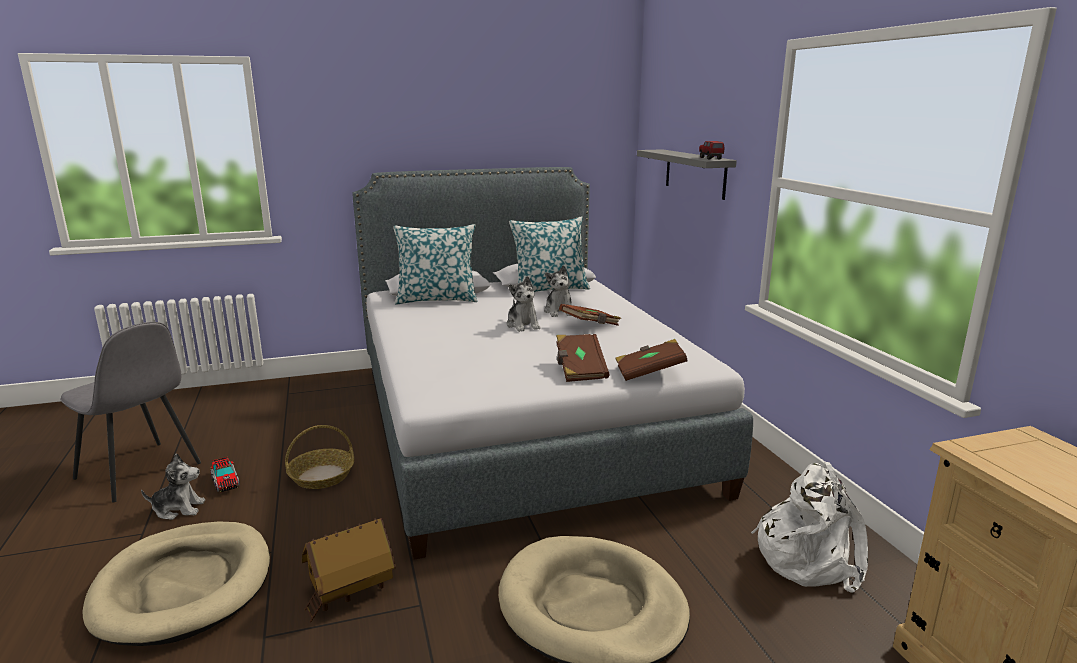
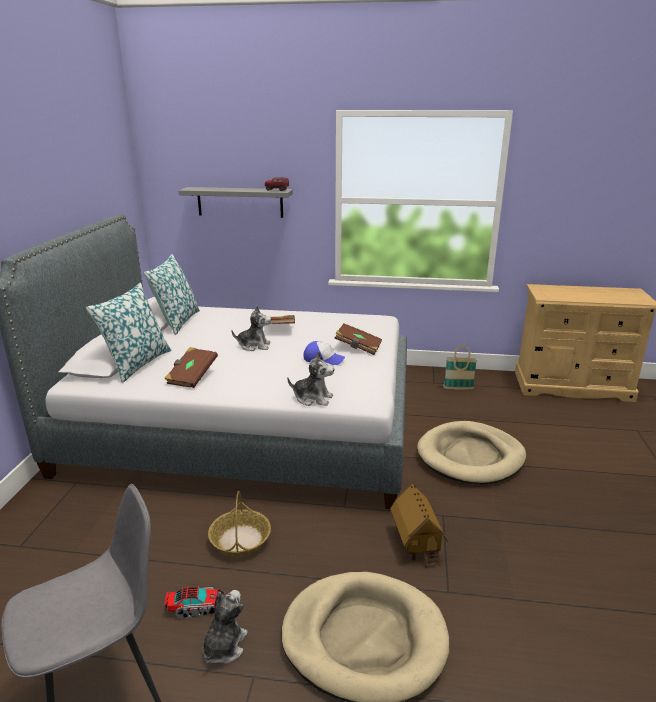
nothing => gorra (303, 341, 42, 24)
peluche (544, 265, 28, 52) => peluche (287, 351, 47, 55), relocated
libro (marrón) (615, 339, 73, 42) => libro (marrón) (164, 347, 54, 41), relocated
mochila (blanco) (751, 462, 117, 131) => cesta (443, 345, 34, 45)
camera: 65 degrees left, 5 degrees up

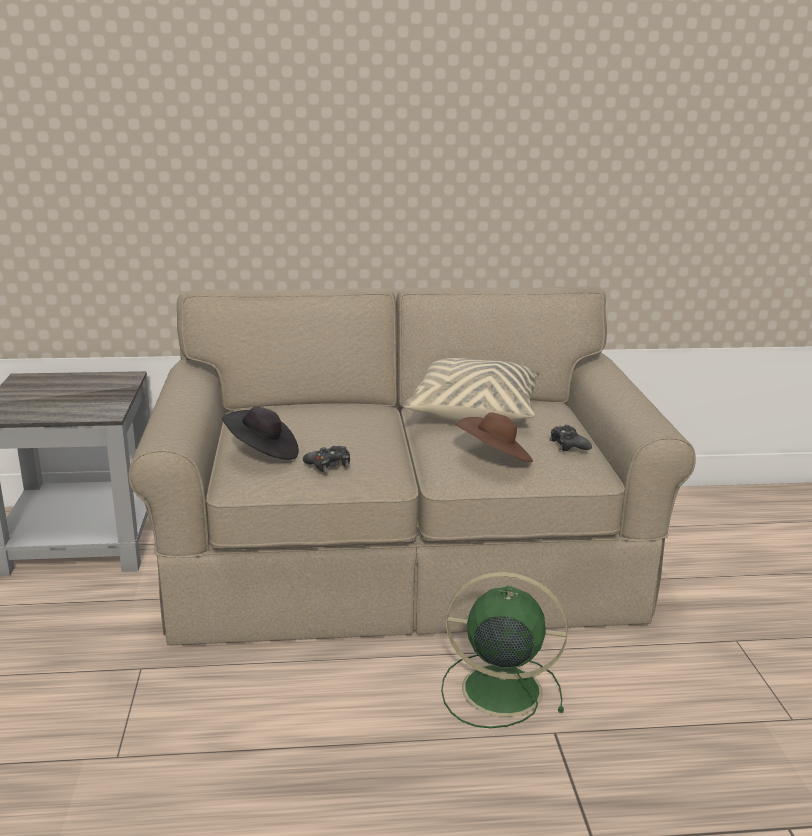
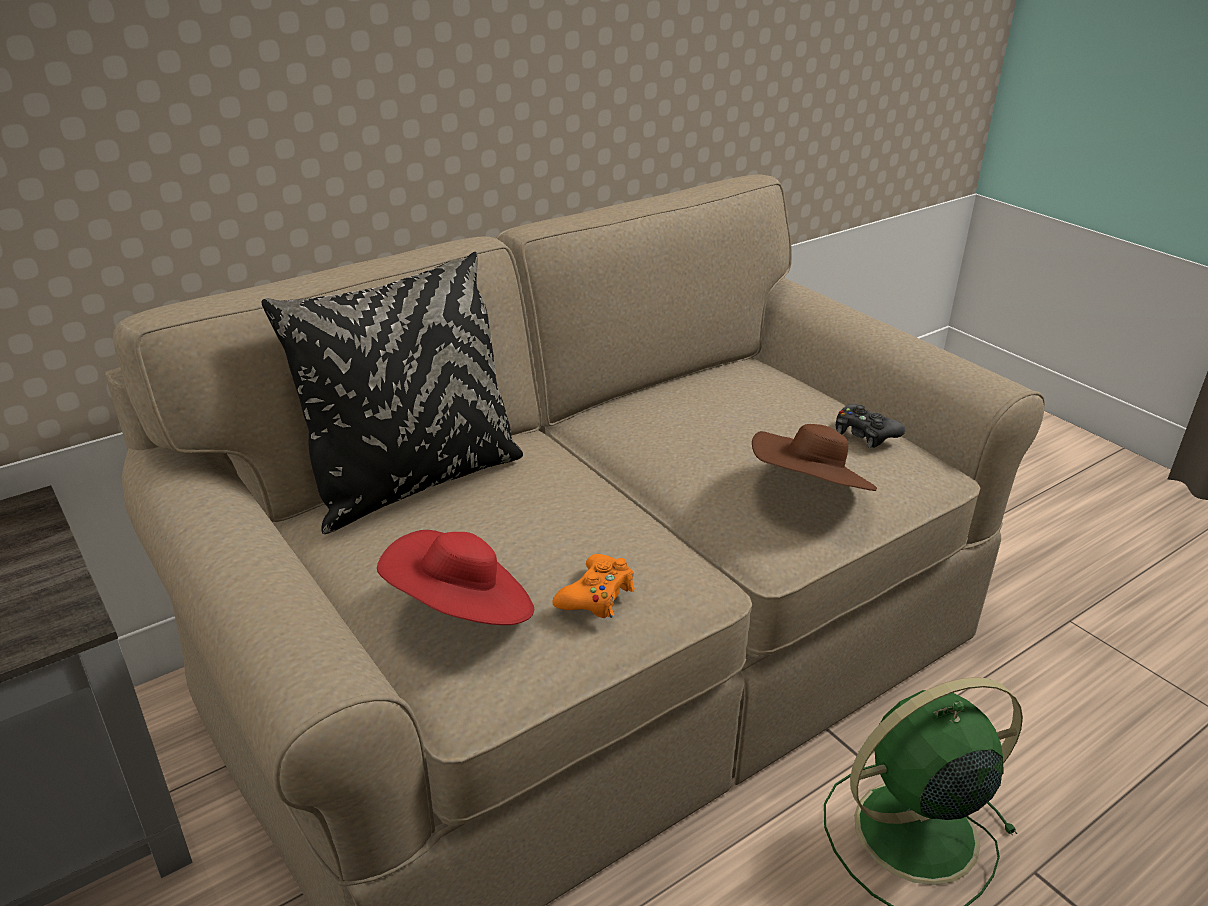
cojín (beis) (403, 358, 136, 64) => nothing
nothing => cojín (negro) (261, 252, 262, 282)
sombrero (negro) (222, 406, 77, 54) => sombrero (rojo) (377, 530, 157, 95)
mando de consola (negro) (303, 446, 47, 26) => mando de consola (naranja) (552, 554, 83, 64)
camera: 30 degrees left, 10 degrees up

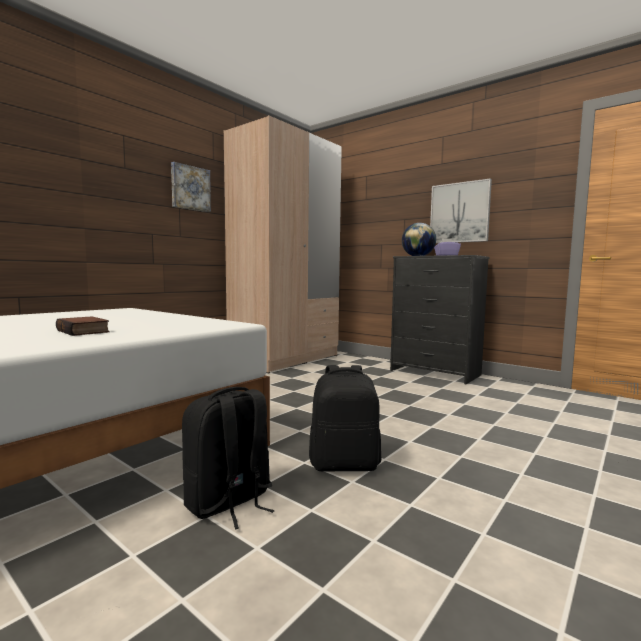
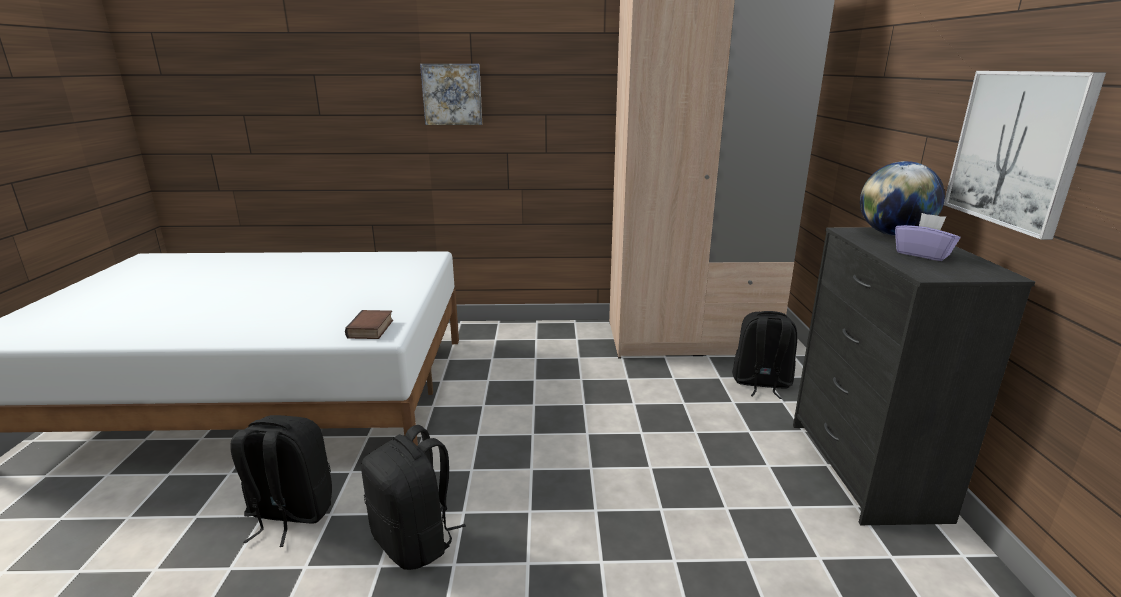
nothing => mochila (negro) (732, 311, 65, 88)
libro (56, 316, 54, 20) => libro (345, 310, 48, 29), relocated
cuadro (171, 162, 40, 50) => cuadro (420, 64, 62, 61), relocated
camera: 50 degrees right, 15 degrees up

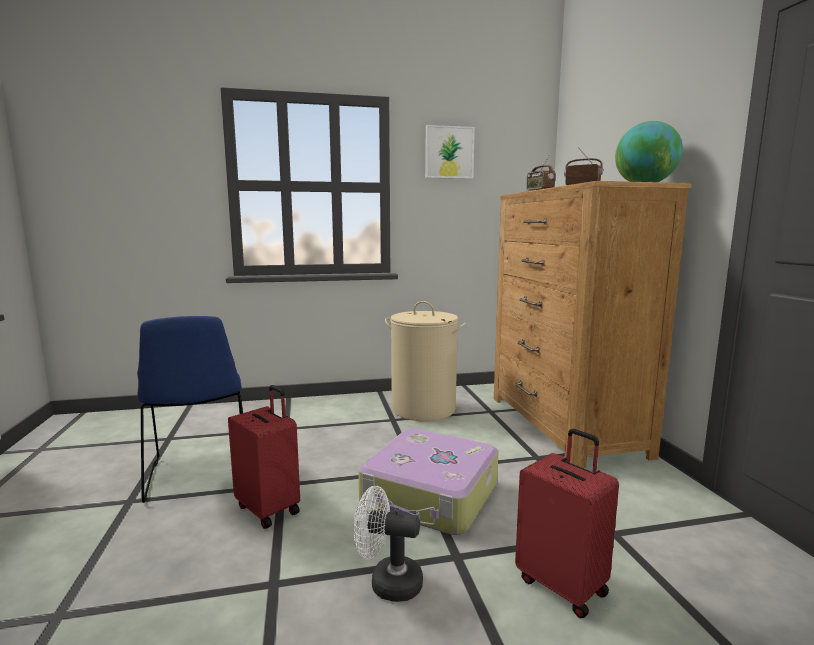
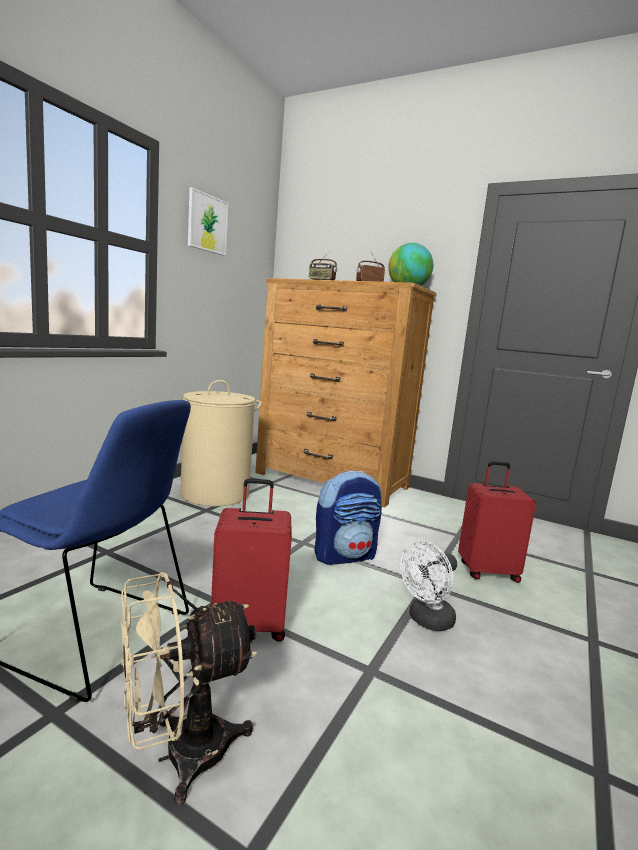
nothing => ventilador (beis) (120, 572, 138, 233)
maleta (358, 428, 140, 107) => mochila (314, 471, 68, 94)
camera: 50 degrees left, 0 degrees up

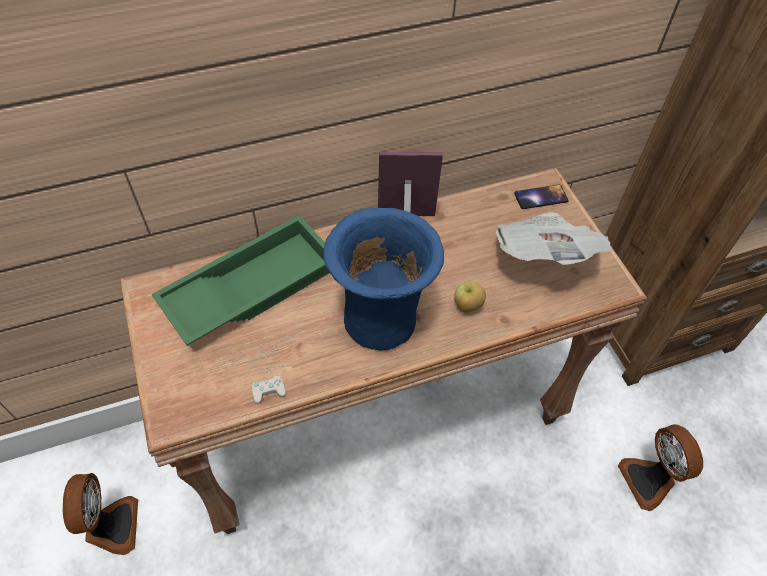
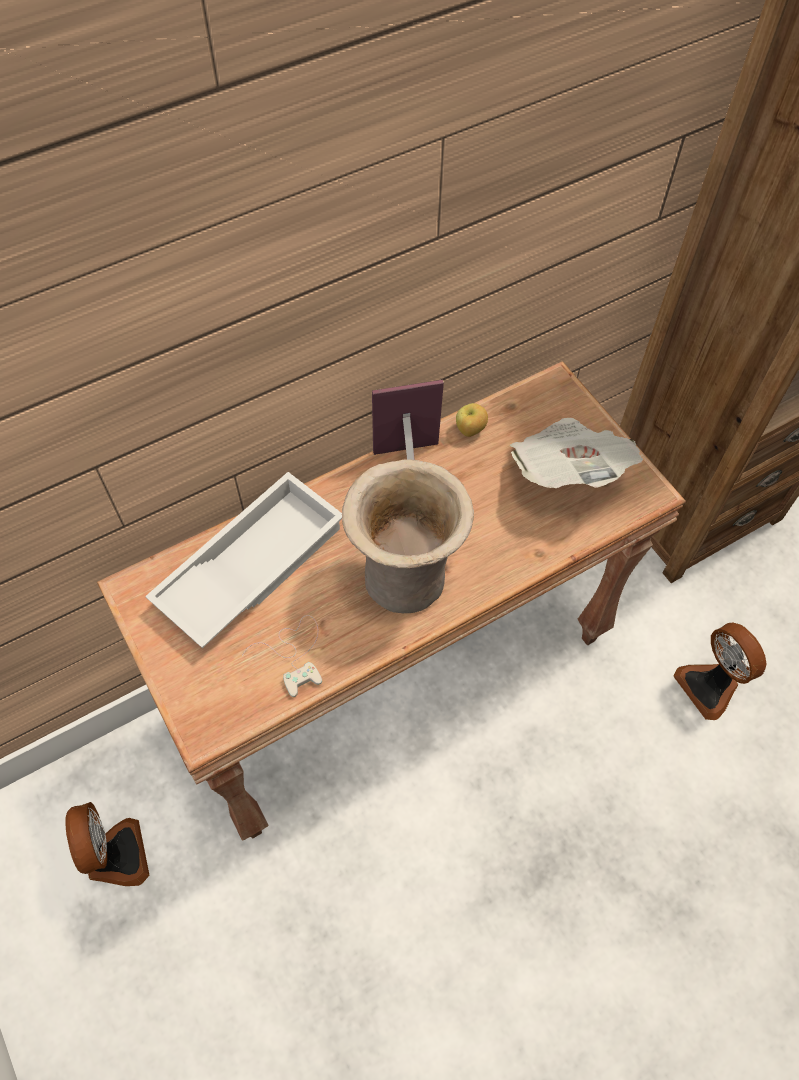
móvil (514, 185, 55, 24) => nothing
manzana (454, 282, 32, 31) => manzana (456, 403, 32, 34), relocated
bandeja (verde) (152, 215, 178, 131) => bandeja (blanco) (145, 472, 197, 176)
florero (azul) (323, 208, 121, 143) => florero (beis) (342, 459, 132, 154)
camera: 10 degrees left, 5 degrees up

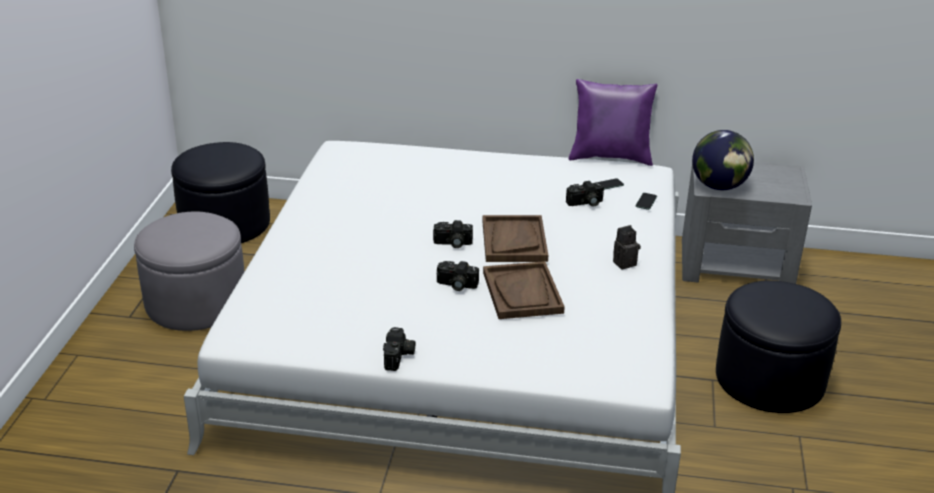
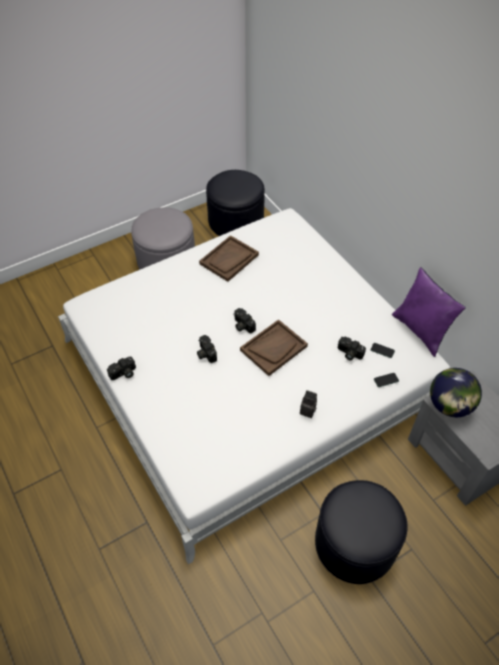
bandeja (marrón) (483, 261, 82, 58) => bandeja (marrón) (199, 235, 60, 47), relocated
camera: 50 degrees right, 20 degrees up

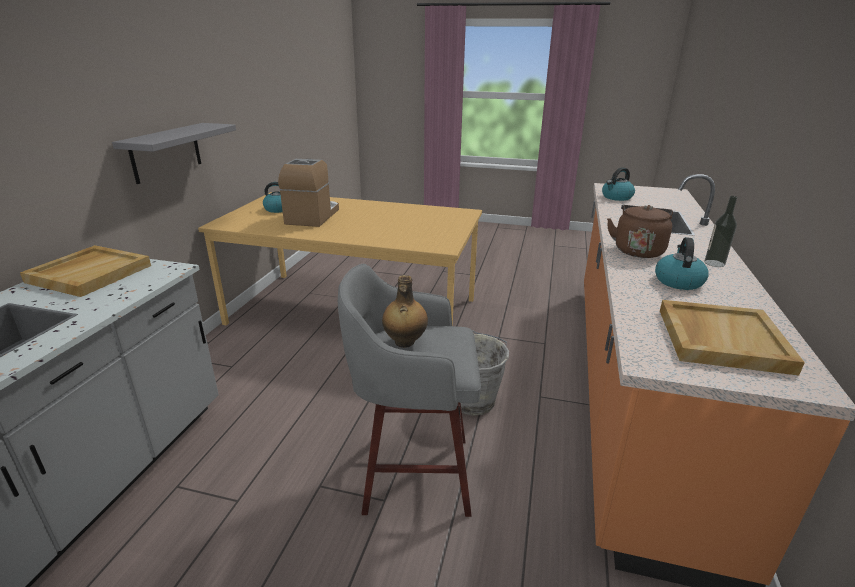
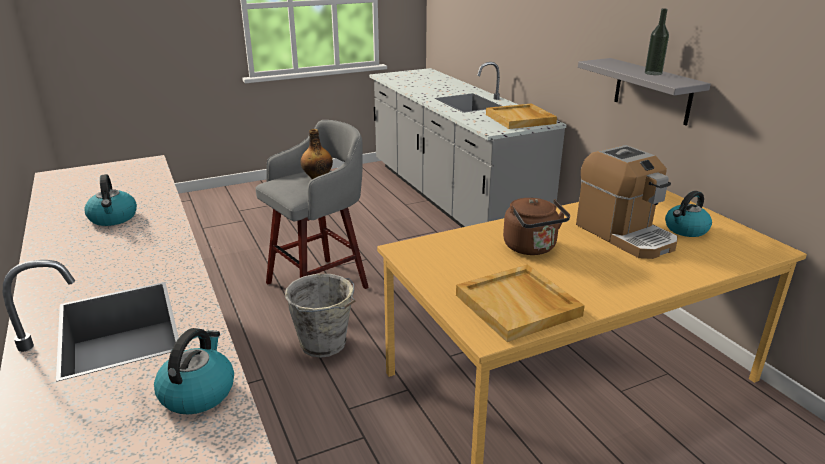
hervidor (marrón) (607, 205, 66, 53) => hervidor (marrón) (503, 198, 67, 57), relocated
bandeja (beis) (660, 300, 145, 75) => bandeja (beis) (456, 265, 129, 77), relocated
botella (704, 196, 34, 71) => botella (645, 8, 24, 67), relocated
camera: 140 degrees right, 0 degrees up

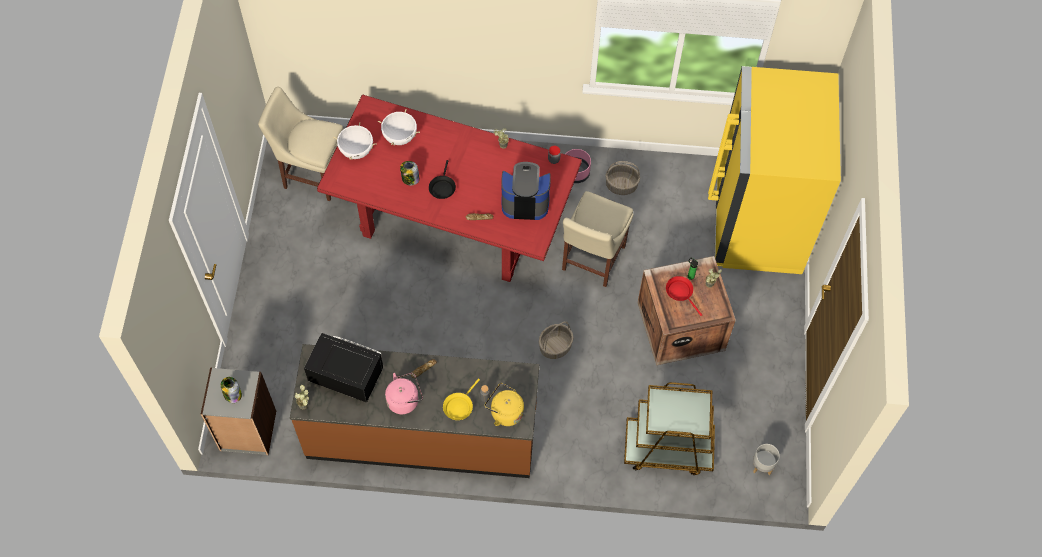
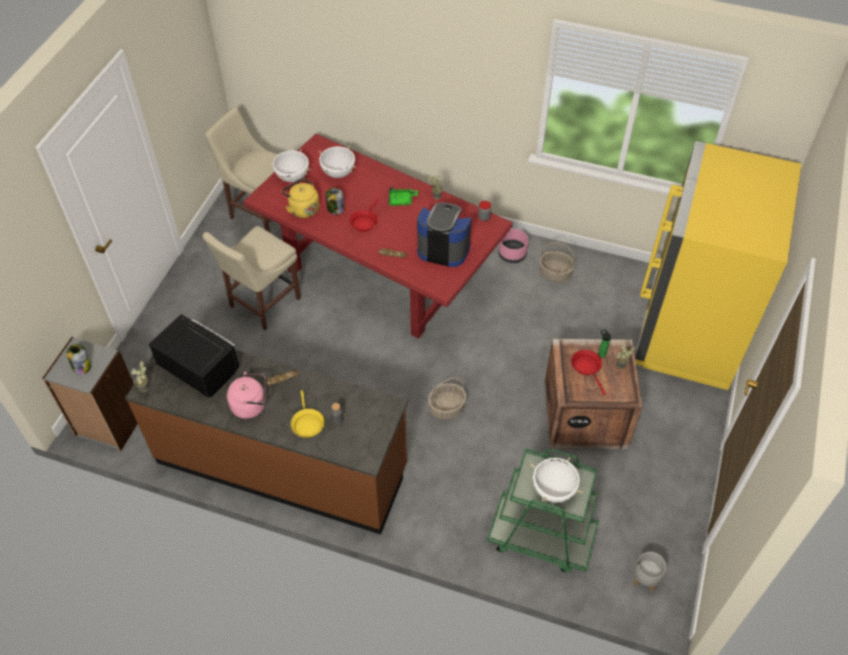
nothing => bandeja (verde) (388, 188, 30, 18)
nothing => olla (blanco) (531, 457, 52, 46)
hervidor (amarillo) (485, 383, 39, 43) => hervidor (amarillo) (282, 178, 37, 40), relocated
silla (beis) (562, 191, 71, 96) => silla (beis) (203, 226, 98, 104), relocated
sartén (negro) (429, 160, 27, 39) => sartén (rojo) (349, 199, 29, 33)
carrito (marrón) (624, 382, 91, 93) => carrito (verde) (487, 448, 112, 124)
sartén (amarillo) (443, 378, 37, 42) => sartén (amarillo) (291, 390, 34, 48), 60 degrees counterclockwise
camera: 15 degrees right, 10 degrees down

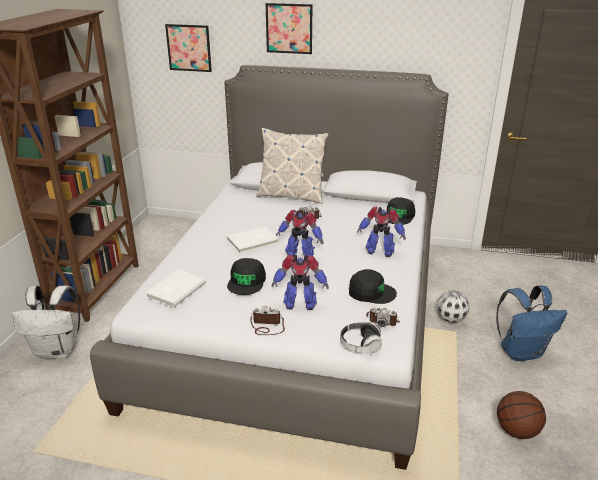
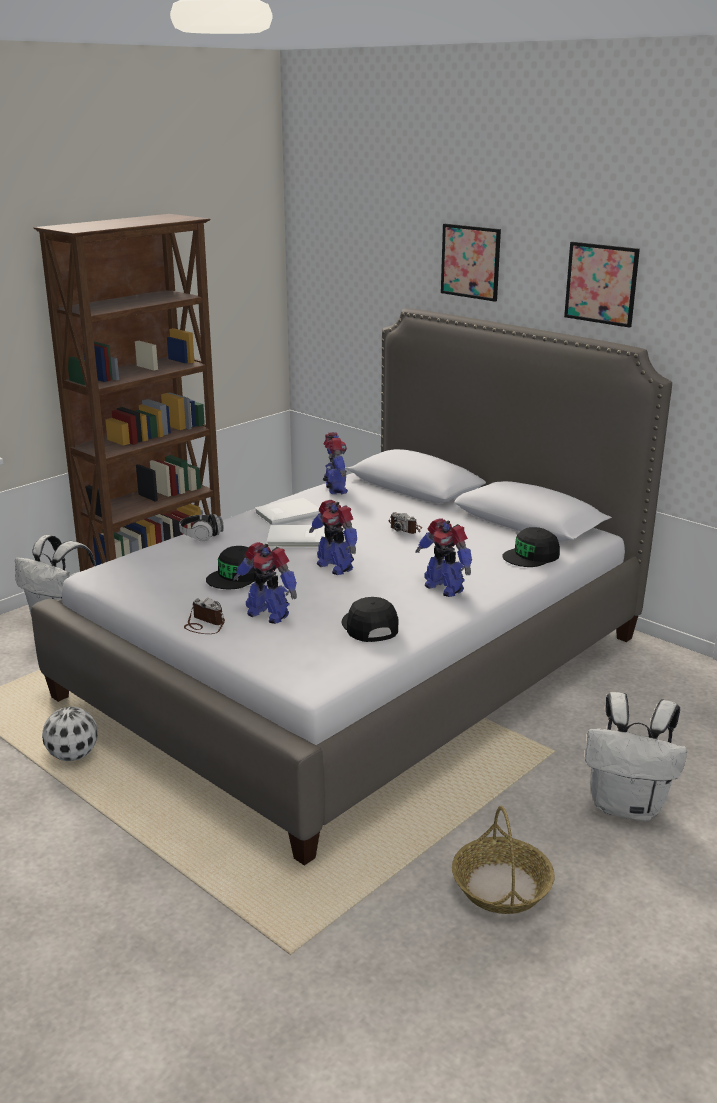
cojín (256, 128, 73, 76) => nothing
cámara (366, 307, 34, 20) => nothing
nothing => robot de juguete (323, 432, 25, 62)
libro (blanco) (145, 269, 61, 38) => libro (blanco) (254, 498, 66, 27), relocated
cuadro (165, 24, 47, 48) => cuadro (564, 242, 76, 86), relocated
auriculares (340, 322, 42, 32) => auriculares (179, 514, 45, 27), relocated
balón de fútbol (436, 290, 34, 33) => balón de fútbol (42, 707, 56, 54), relocated
balón de baloncesto (497, 391, 49, 48) => cesta (452, 806, 103, 108)
mochila (azul) (496, 285, 71, 76) => mochila (blanco) (585, 692, 102, 129)
gorra (negro) (349, 269, 48, 35) => gorra (negro) (342, 597, 56, 45), 150 degrees counterclockwise
camera: 30 degrees right, 5 degrees down

